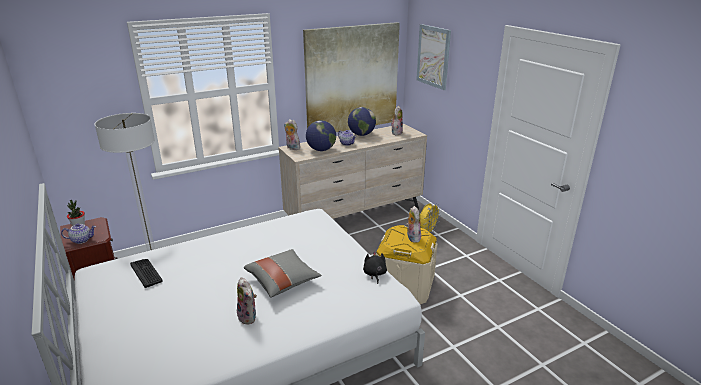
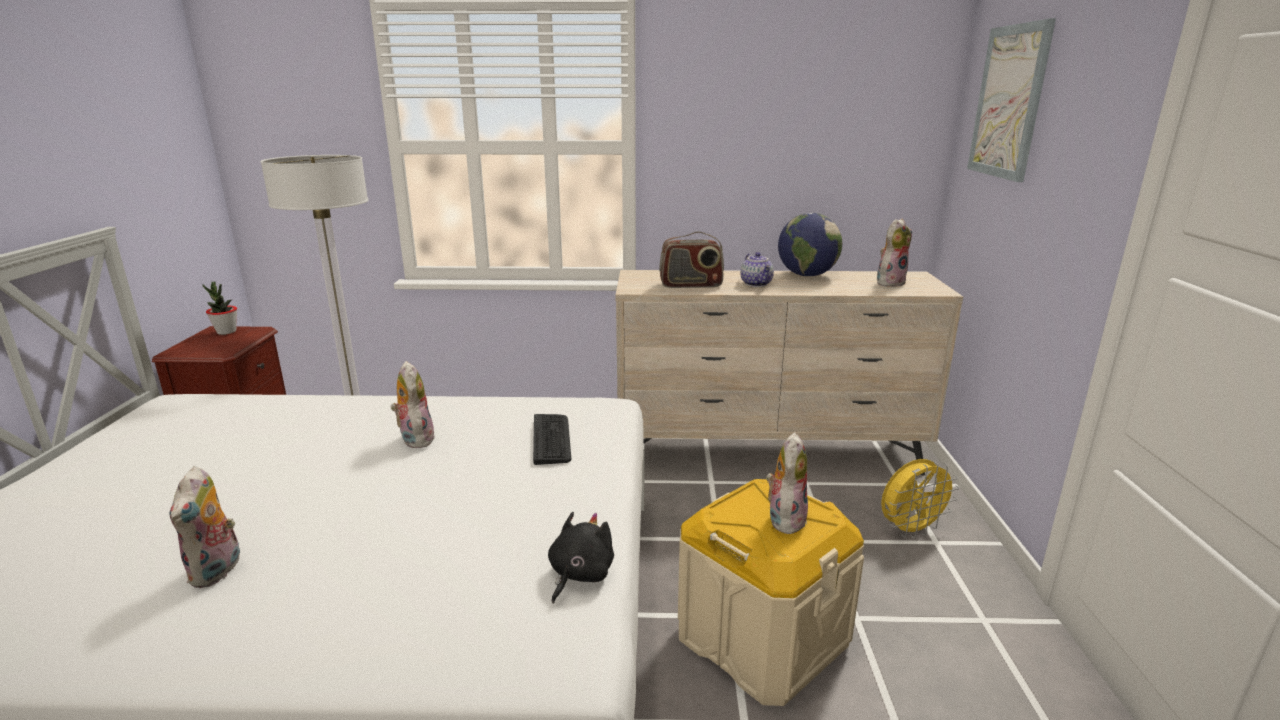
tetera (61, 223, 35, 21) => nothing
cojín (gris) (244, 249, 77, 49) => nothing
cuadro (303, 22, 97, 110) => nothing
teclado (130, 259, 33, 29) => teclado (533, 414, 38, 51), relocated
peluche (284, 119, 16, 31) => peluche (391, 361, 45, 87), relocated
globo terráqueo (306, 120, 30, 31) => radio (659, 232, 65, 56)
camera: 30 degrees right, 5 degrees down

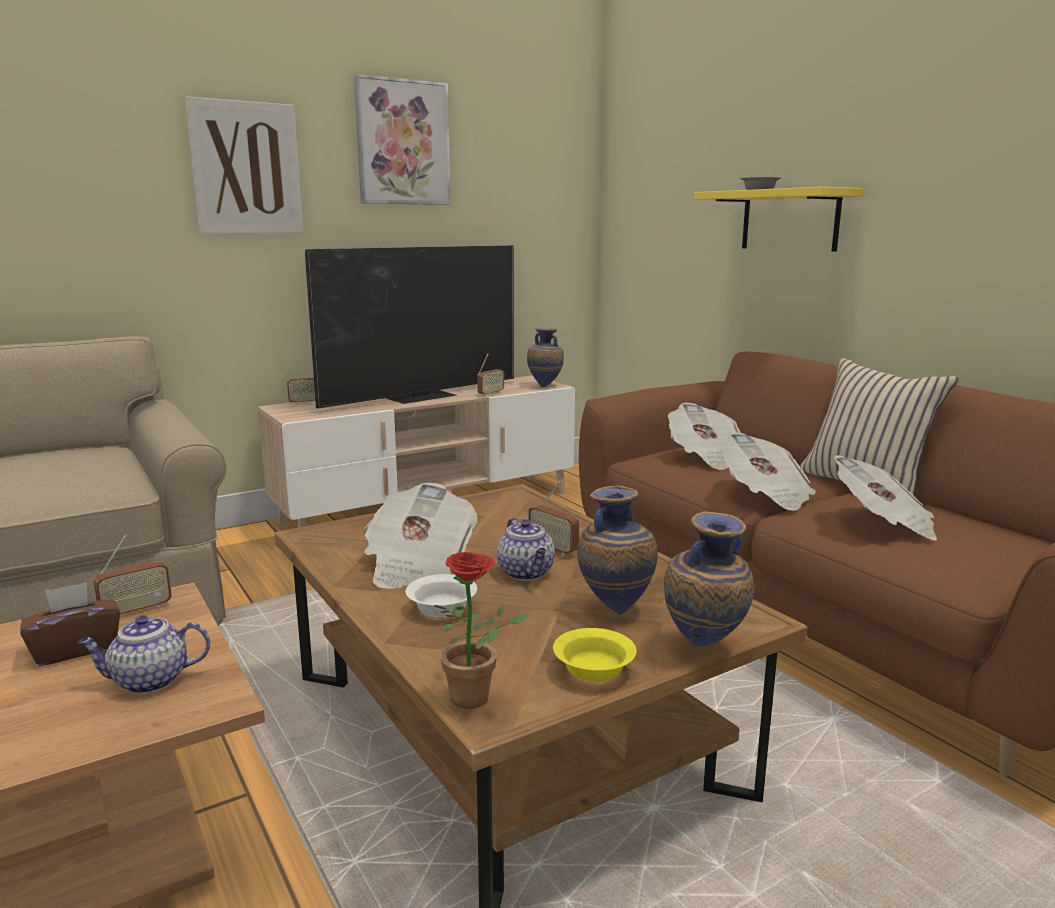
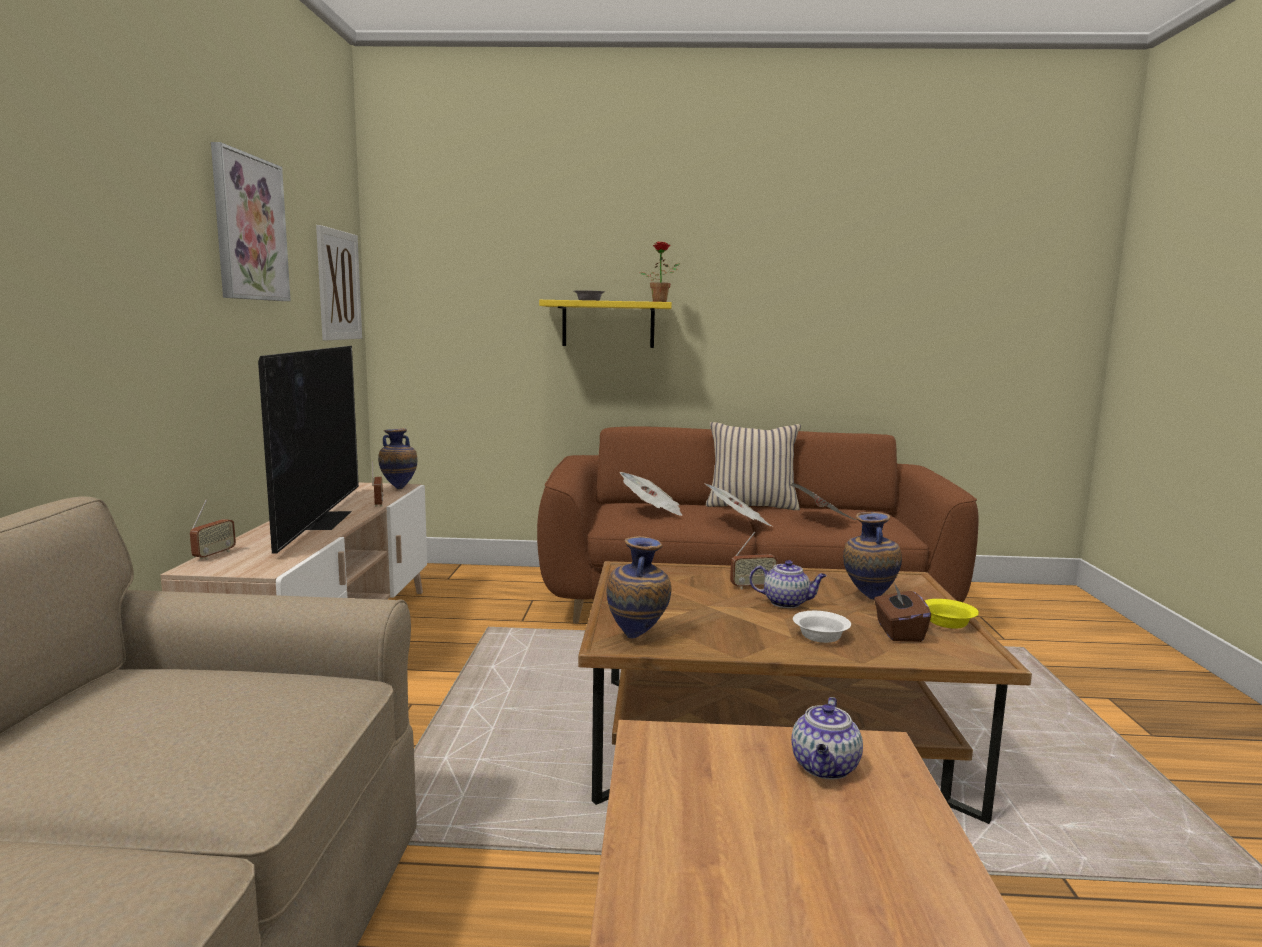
radio (94, 534, 78, 80) => nothing
periódico (364, 483, 114, 106) => nothing
caja de pañuelos (marrón) (20, 582, 100, 84) => caja de pañuelos (marrón) (874, 583, 57, 59), relocated
cuadro (185, 96, 118, 138) => cuadro (316, 225, 46, 115), relocated
planta en maceta (434, 552, 96, 157) => planta en maceta (640, 242, 40, 60), relocated
florero (664, 512, 90, 135) => florero (607, 536, 65, 102), relocated
camera: 55 degrees left, 5 degrees down

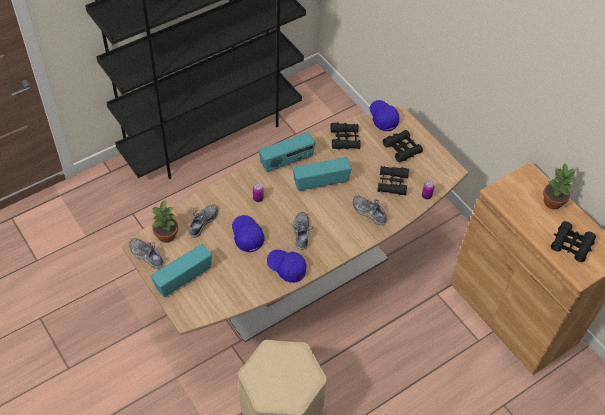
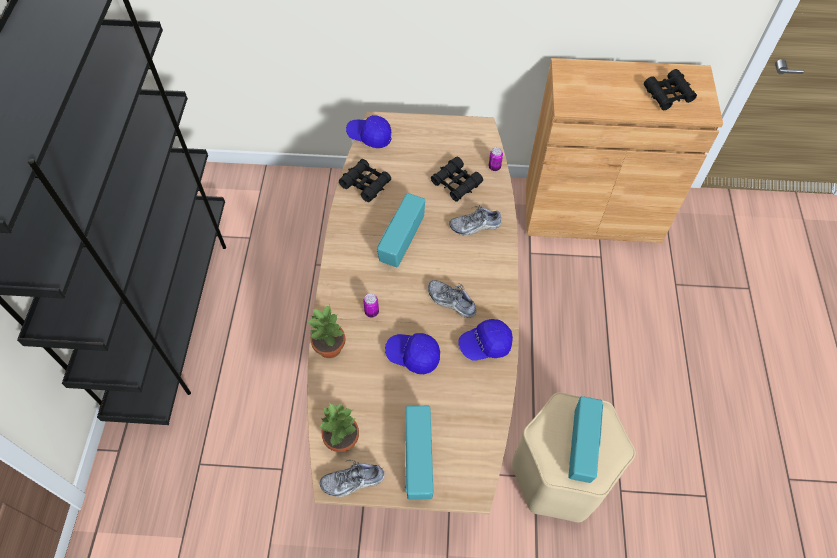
zapato (188, 205, 30, 33) => nothing
prismáticos (negro) (383, 130, 40, 32) => nothing
radio (259, 132, 56, 40) => radio (568, 396, 35, 87), relocated
planta en maceta (543, 163, 33, 46) => planta en maceta (307, 305, 38, 53), relocated
camera: 50 degrees left, 5 degrees up

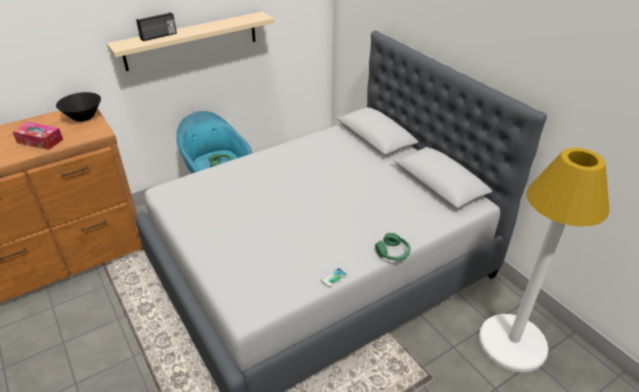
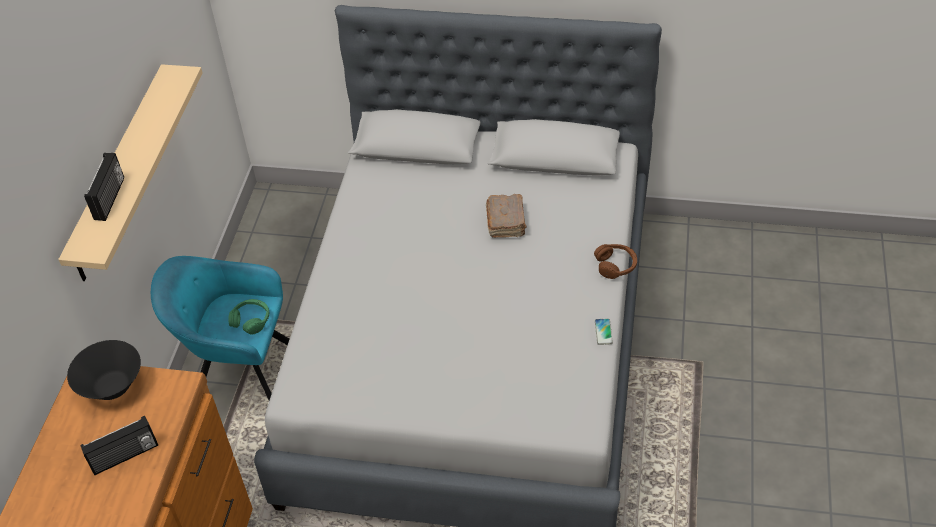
lámpara de pie (blanco) (479, 148, 130, 224) => nothing
nothing => libro (marrón) (486, 194, 40, 44)
caja de pañuelos (13, 122, 50, 28) => radio (80, 416, 78, 59)
auriculares (verde) (375, 233, 36, 27) => auriculares (marrón) (594, 244, 43, 35)
camera: 45 degrees left, 10 degrees up

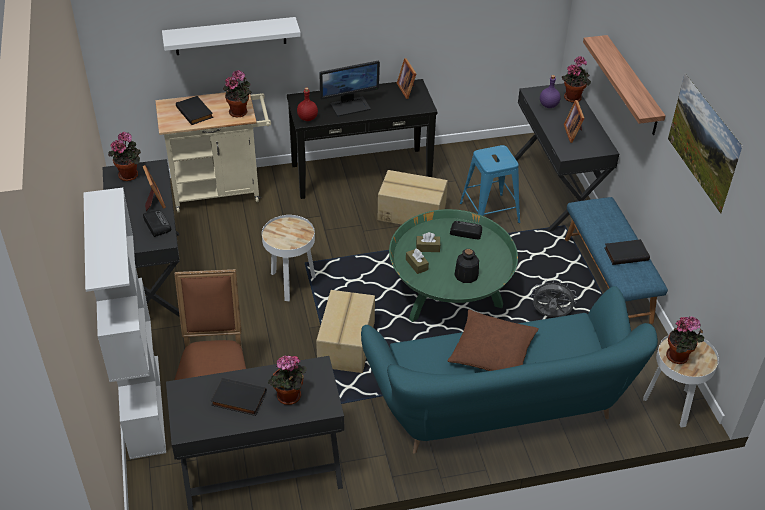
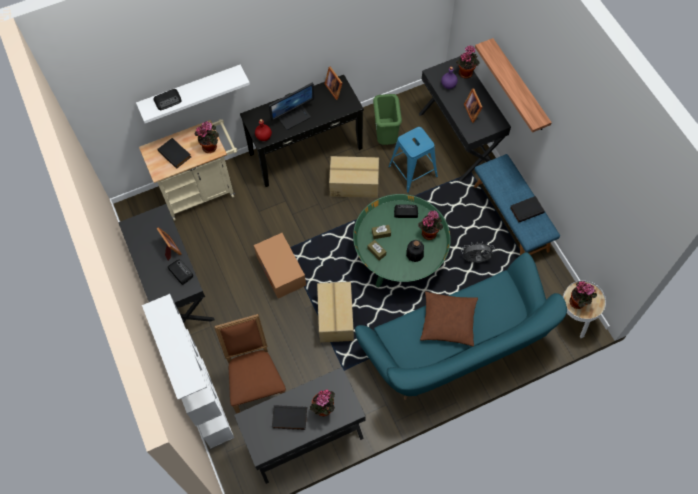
cuadro (668, 74, 75, 140) => nothing
nothing => radio (153, 89, 29, 21)
nothing => papelera (verde) (373, 94, 29, 51)
planta en maceta (108, 132, 33, 49) => planta en maceta (418, 210, 25, 30), relocated
mesa auxiliar (blanco) (262, 215, 54, 86) => caja de cartón (254, 233, 52, 65)
camera: 10 degrees left, 20 degrees up

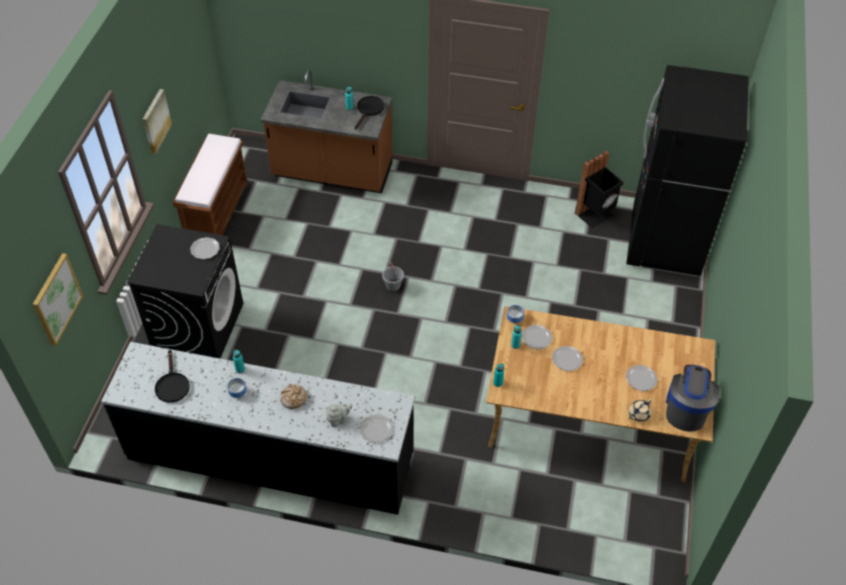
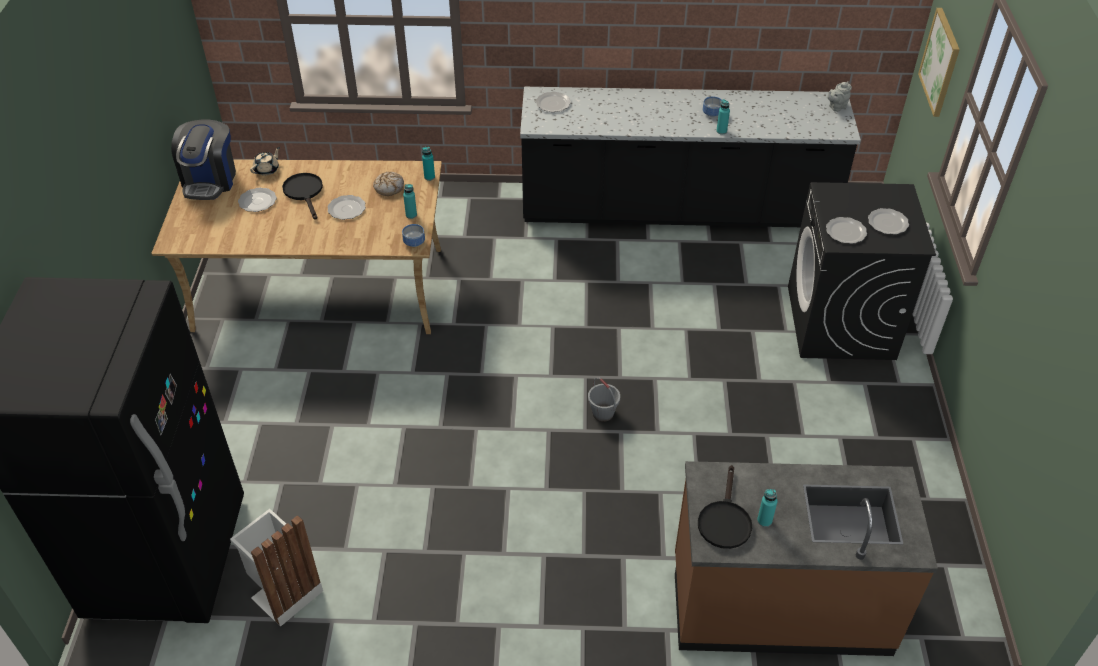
cuadro (143, 89, 29, 65) => nothing
banco (marrón) (172, 134, 76, 101) => nothing
sartén (negro) (155, 350, 35, 53) => sartén (negro) (282, 173, 41, 47), relocated
pan (280, 384, 27, 25) => pan (373, 172, 31, 24), relocated
tetera (gris) (326, 403, 26, 24) => tetera (gris) (828, 81, 24, 31), relocated
plato (522, 325, 30, 24) => plato (868, 208, 41, 27), relocated
papelera (negro) (575, 151, 49, 77) => papelera (blanco) (230, 509, 93, 118)
camera: 170 degrees right, 5 degrees down

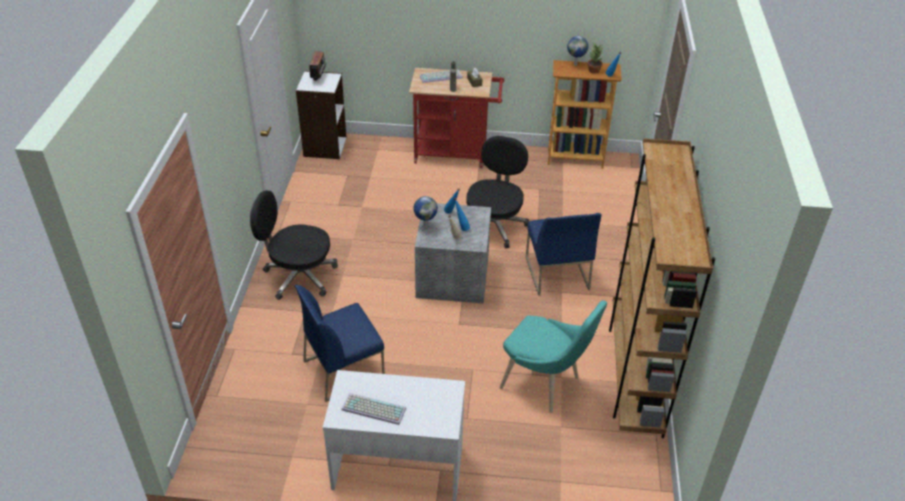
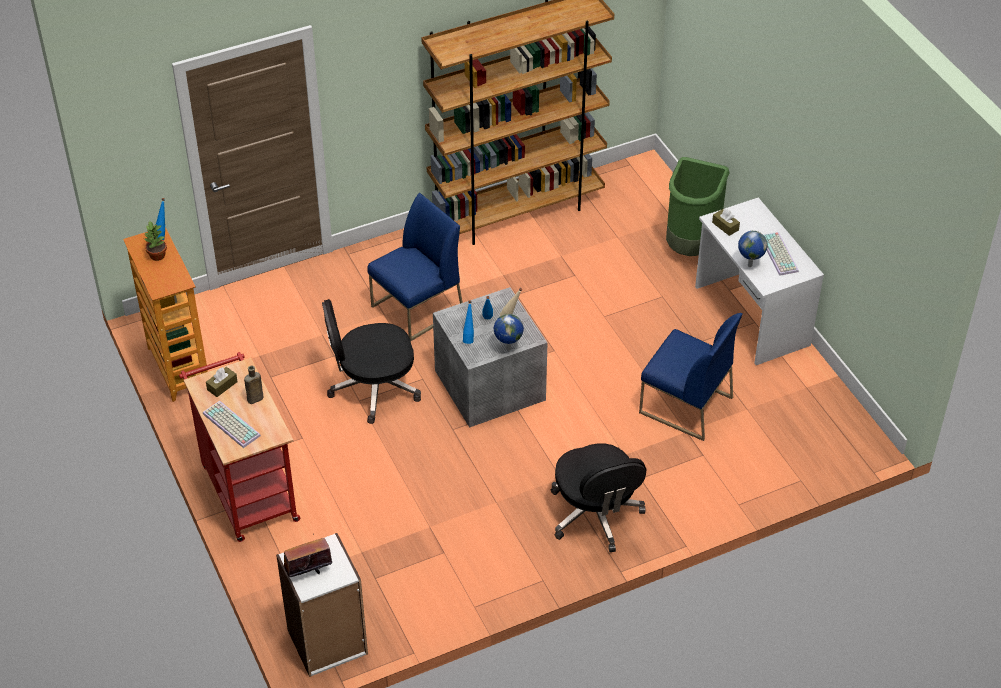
silla (turquesa) (499, 300, 108, 113) => nothing
nothing => papelera (verde) (666, 157, 63, 99)
nothing => caja de pañuelos (marrón) (712, 209, 28, 27)
globo terráqueo (567, 36, 21, 30) => globo terráqueo (738, 231, 29, 36), relocated
camera: 120 degrees left, 5 degrees up

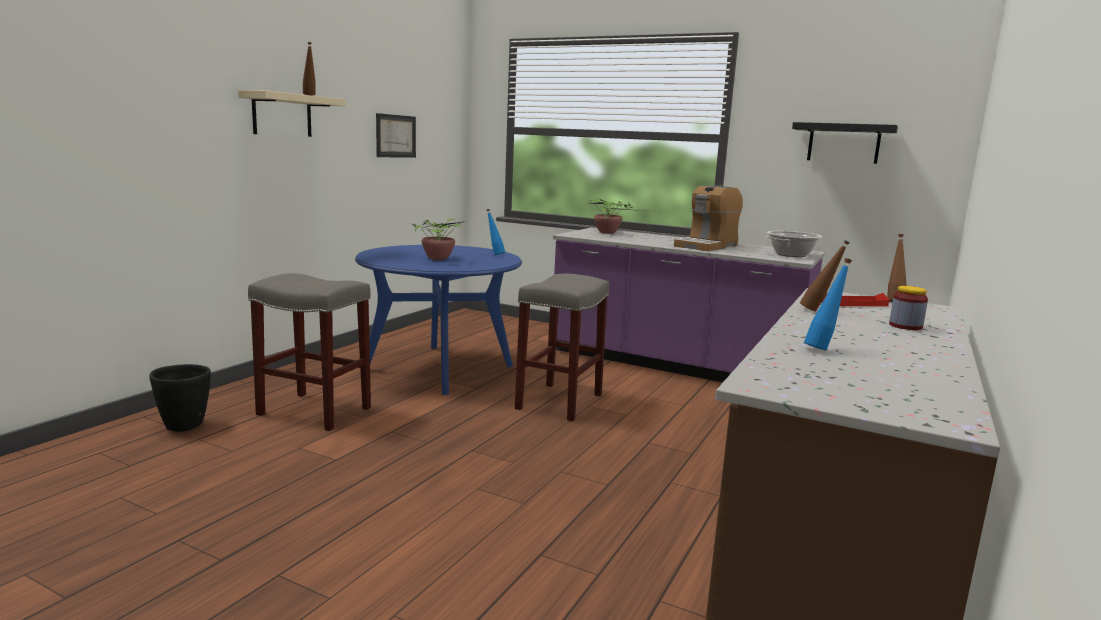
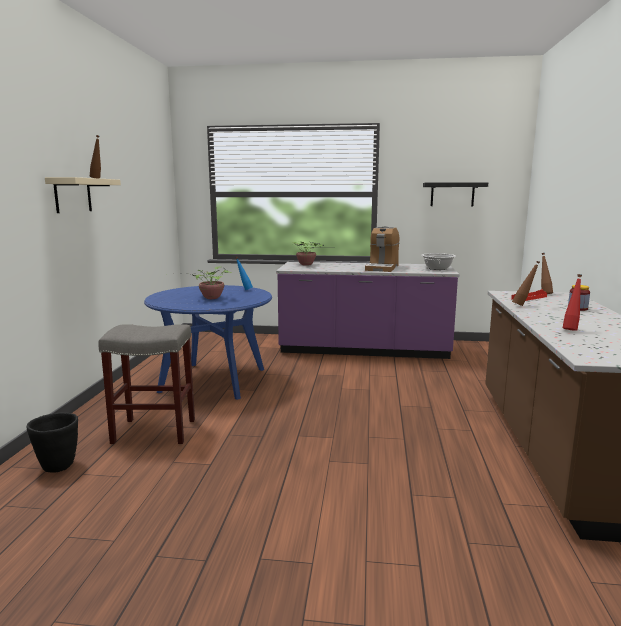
cuadro (376, 113, 40, 45) => nothing
taburete (gris) (515, 274, 94, 147) => nothing
botella (azul) (804, 258, 48, 93) => botella (rojo) (563, 274, 19, 57)
camera: 20 degrees left, 0 degrees up

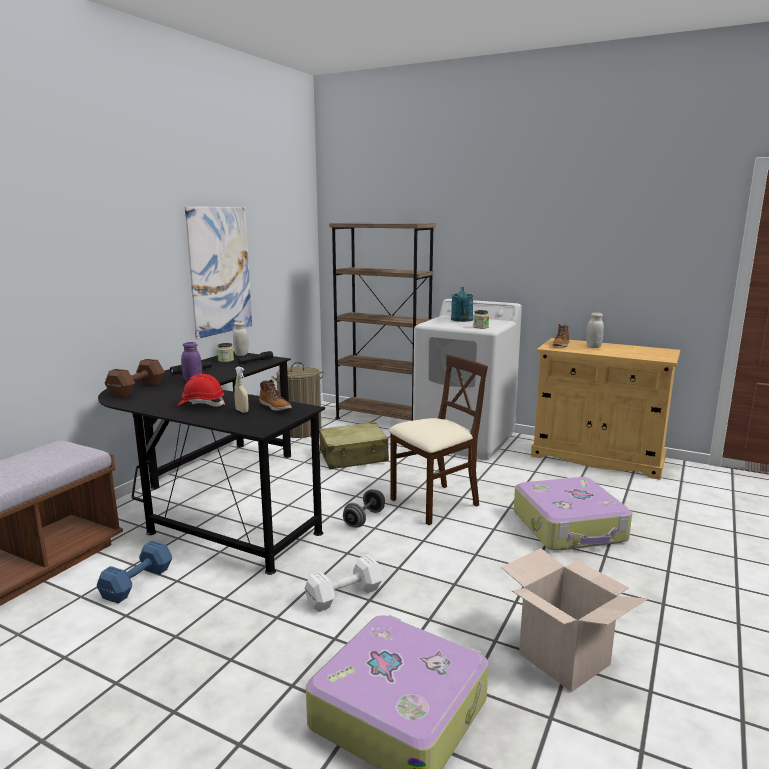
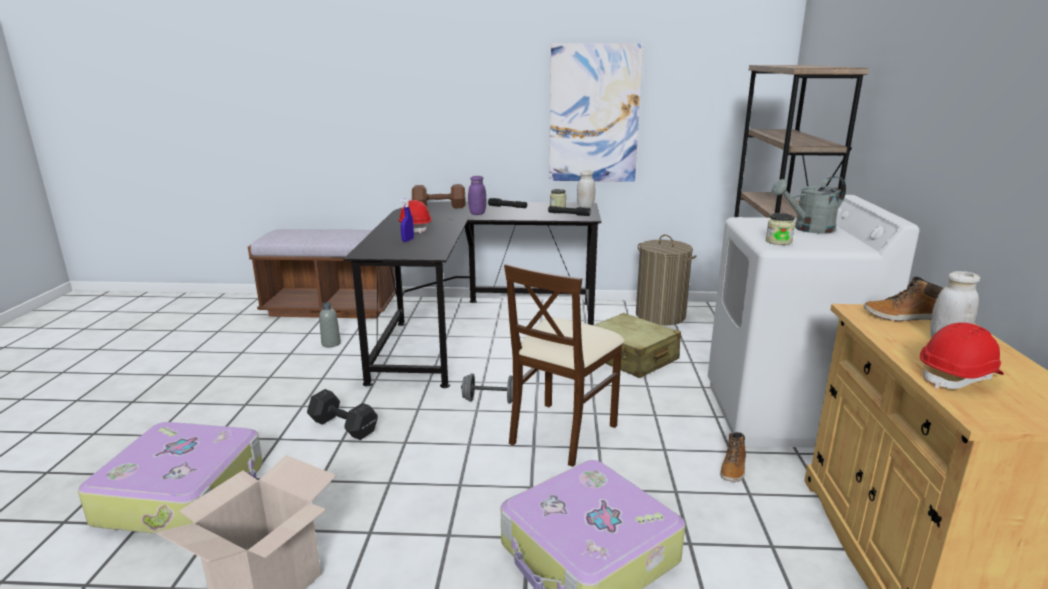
nothing => casco (rojo) (920, 323, 84, 66)
bota (259, 380, 33, 31) => bota (720, 432, 26, 50), relocated
mancuerna (azul) (97, 541, 75, 63) => botella (gris) (319, 302, 22, 45)
pulverizador (beis) (234, 367, 15, 46) => pulverizador (azul) (401, 198, 13, 44)
mancuerna (blanco) (305, 555, 78, 57) => mancuerna (negro) (307, 389, 71, 51)
regadera (turquesa) (451, 287, 23, 35) => regadera (gris) (772, 176, 74, 58)
silla (beis) (388, 354, 100, 171) => silla (beis) (504, 264, 121, 203), 90 degrees clockwise
camera: 65 degrees right, 5 degrees up

